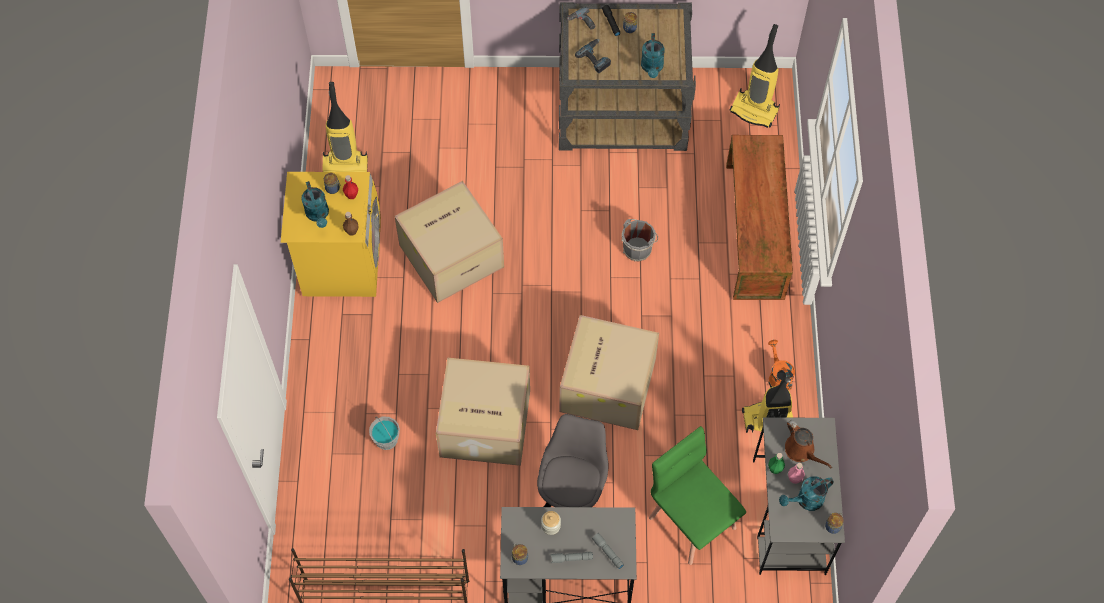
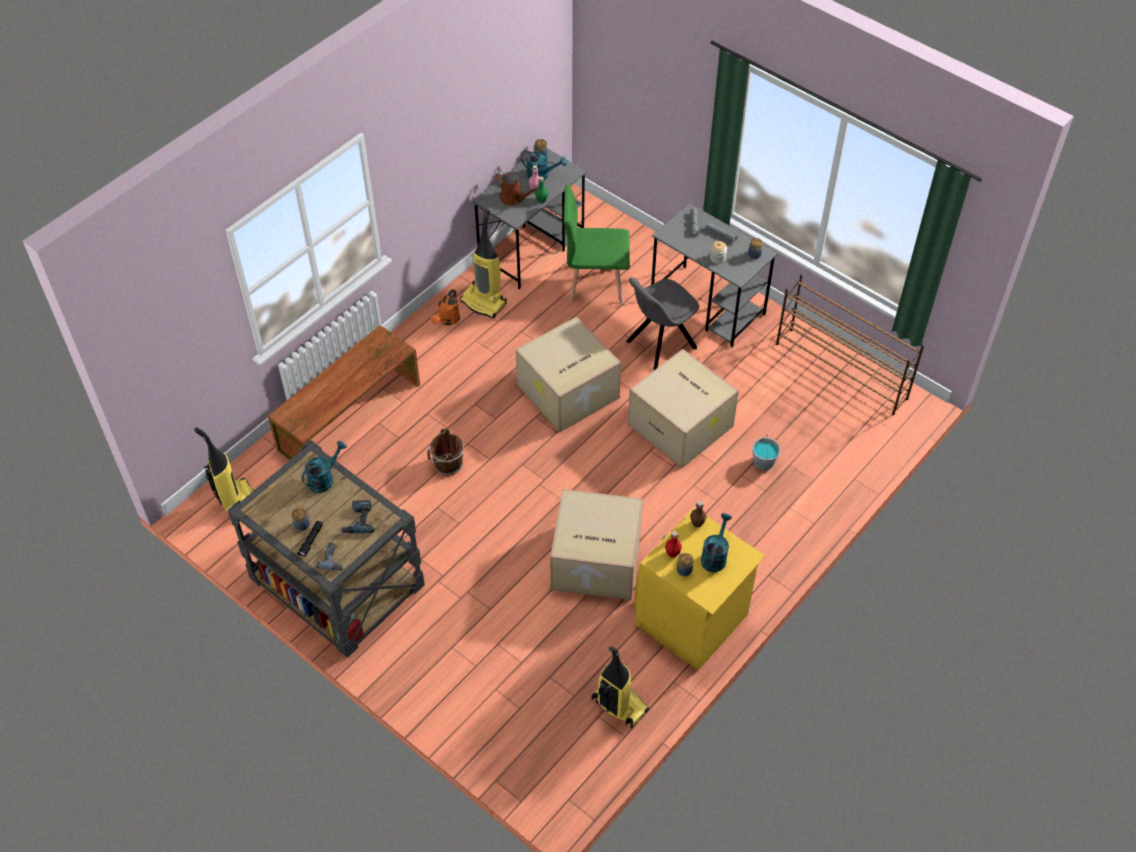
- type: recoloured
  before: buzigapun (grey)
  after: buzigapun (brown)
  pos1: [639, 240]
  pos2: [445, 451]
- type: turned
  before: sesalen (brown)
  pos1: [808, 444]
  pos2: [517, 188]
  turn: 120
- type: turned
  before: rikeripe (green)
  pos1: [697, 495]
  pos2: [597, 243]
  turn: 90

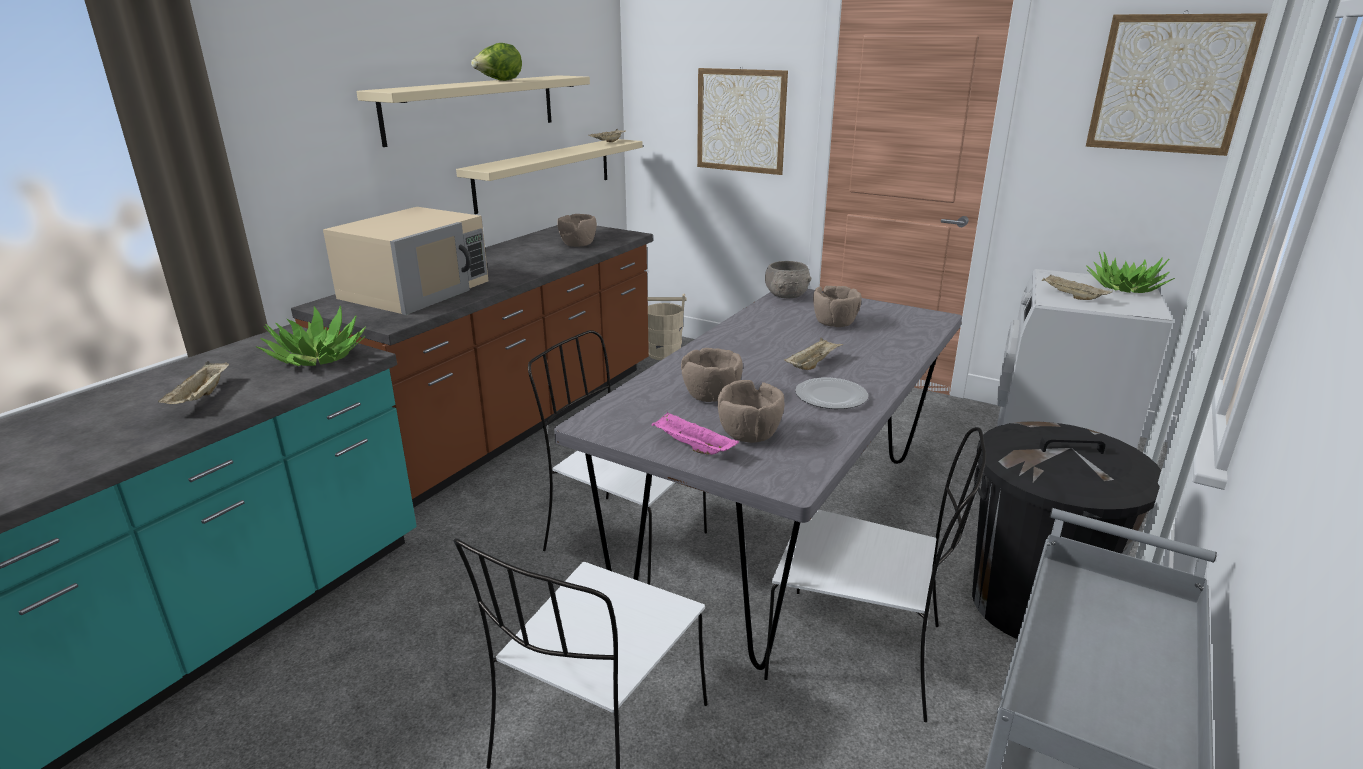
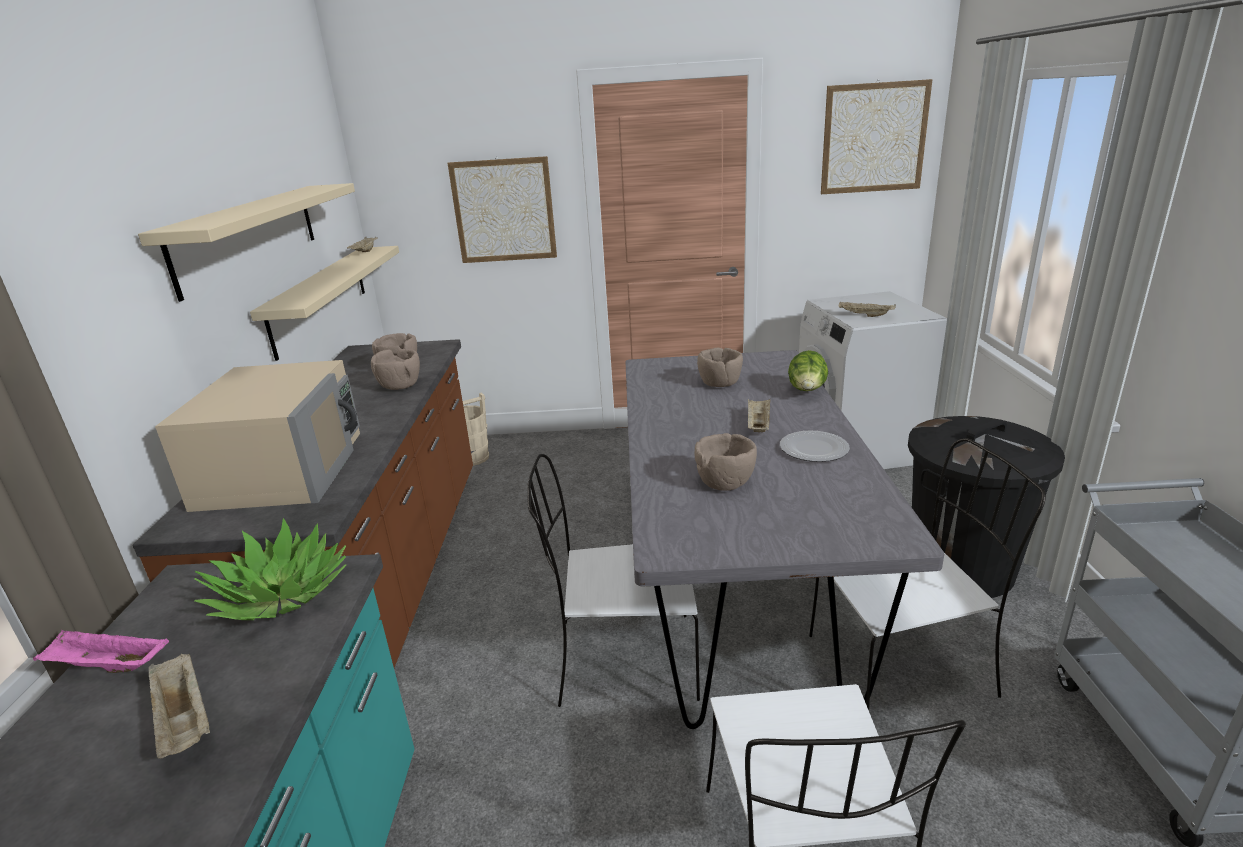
- type: moved
  before: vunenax
  pos1: [496, 62]
  pos2: [808, 370]
- type: removed
  before: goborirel
  pos1: [1130, 272]
- type: removed
  before: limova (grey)
  pos1: [788, 279]
- type: moved
  before: limova (brown)
  pos1: [751, 411]
  pos2: [395, 369]
- type: moved
  before: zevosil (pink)
  pos1: [695, 433]
  pos2: [101, 651]

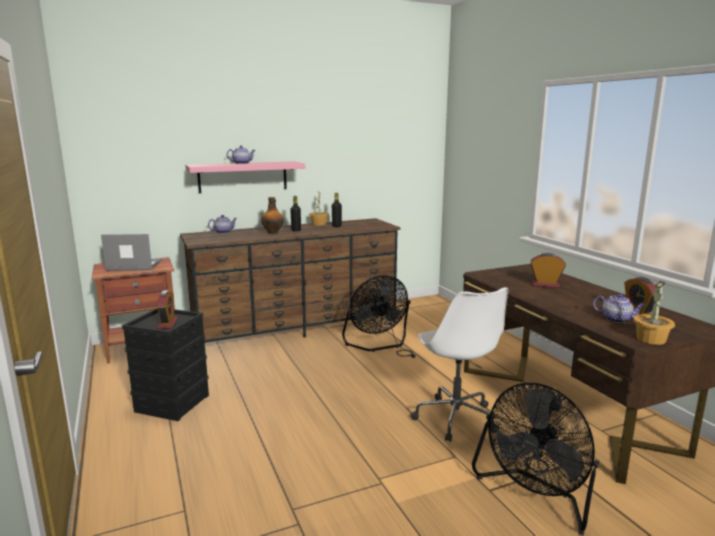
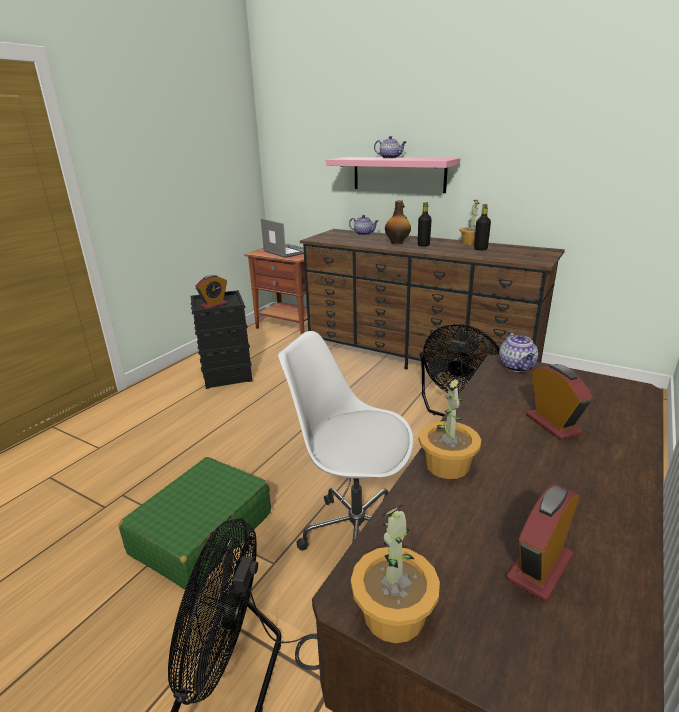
- type: turned
  before: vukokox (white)
  pos1: [459, 364]
  pos2: [346, 440]
  turn: 75
- type: moved
  before: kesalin
  pos1: [619, 308]
  pos2: [518, 351]
- type: added
  after: goborirel
  pos2: [450, 427]
- type: added
  after: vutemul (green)
  pos2: [195, 523]

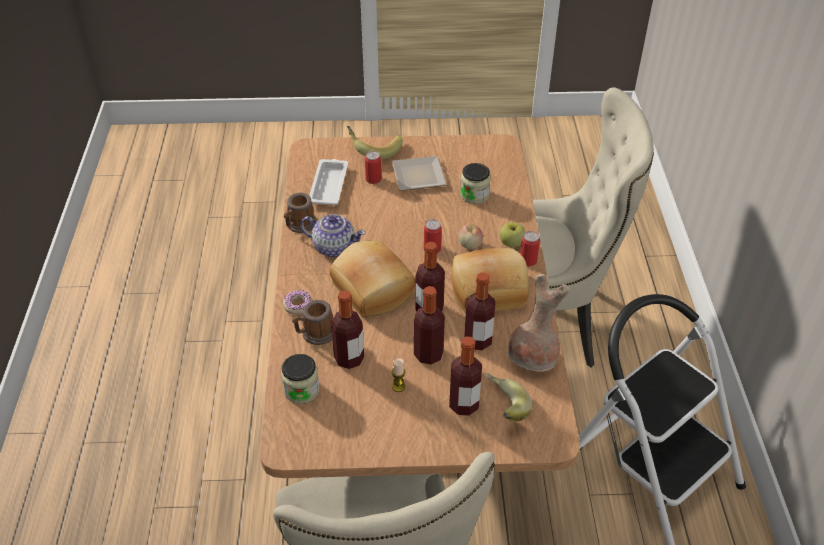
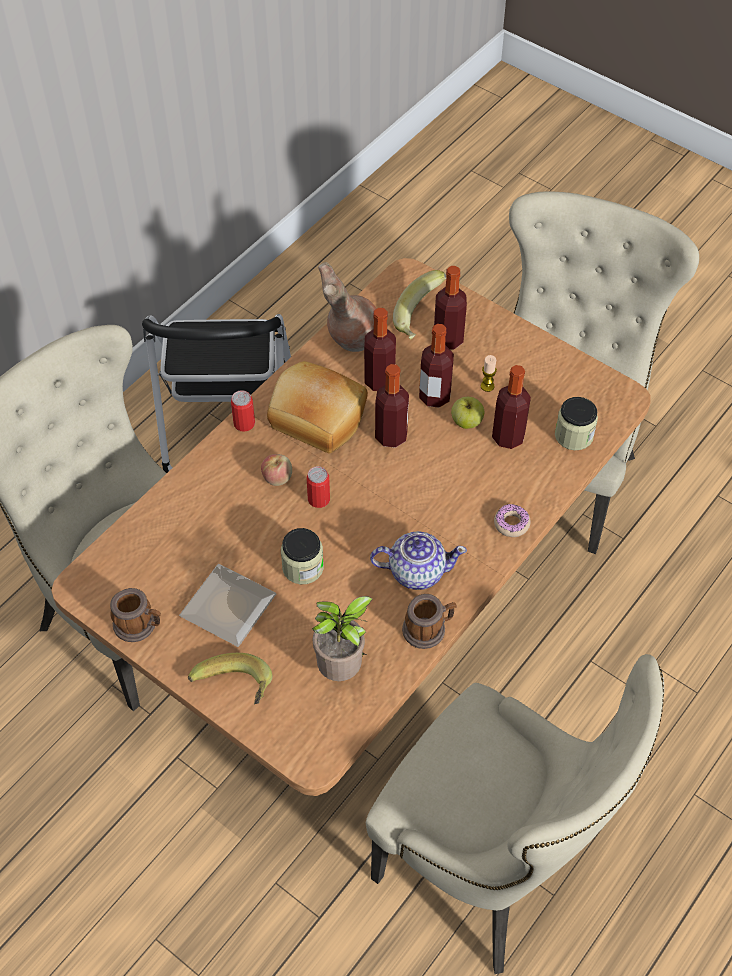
- type: removed
  before: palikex
  pos1: [373, 167]
- type: replaced
  before: zevosil (white)
  after: goborirel
  pos1: [328, 182]
  pos2: [342, 638]
- type: moved
  before: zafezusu
  pos1: [475, 183]
  pos2: [302, 556]
- type: turned
  before: kesalin
  pos1: [333, 235]
  pos2: [418, 560]
  turn: 120
- type: moved
  before: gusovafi
  pos1: [512, 234]
  pos2: [468, 413]
- type: removed
  before: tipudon
  pos1: [372, 279]
- type: moved
  before: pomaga
  pos1: [312, 322]
  pos2: [135, 615]
- type: added
  after: rikeripe (beige)
  pos2: [515, 814]

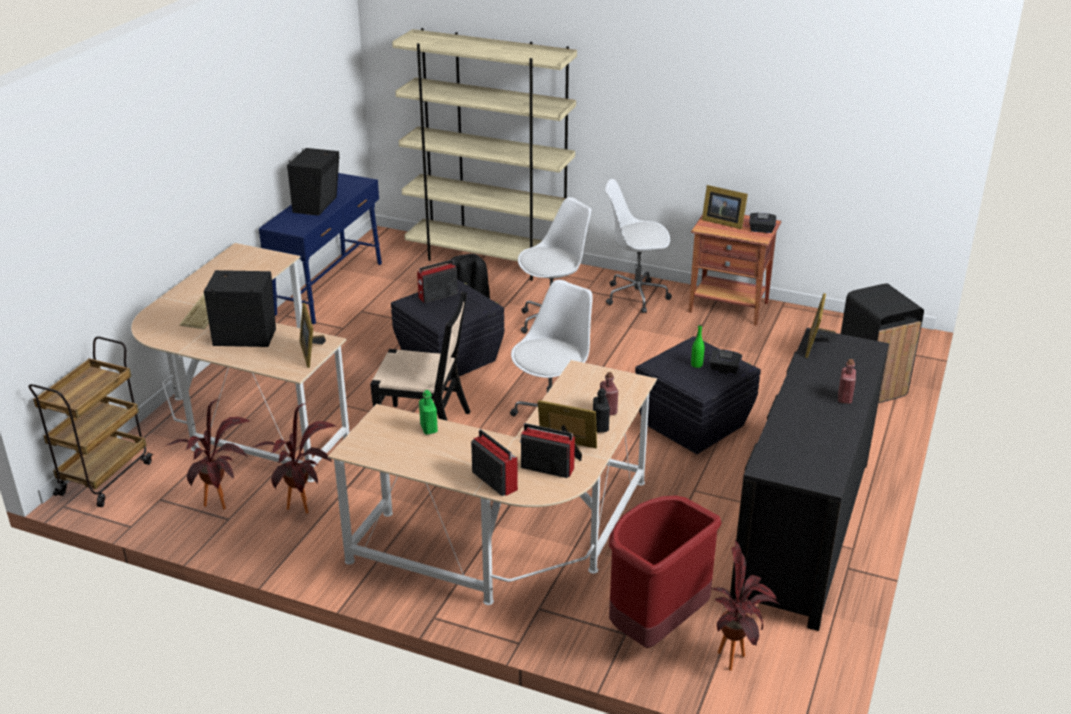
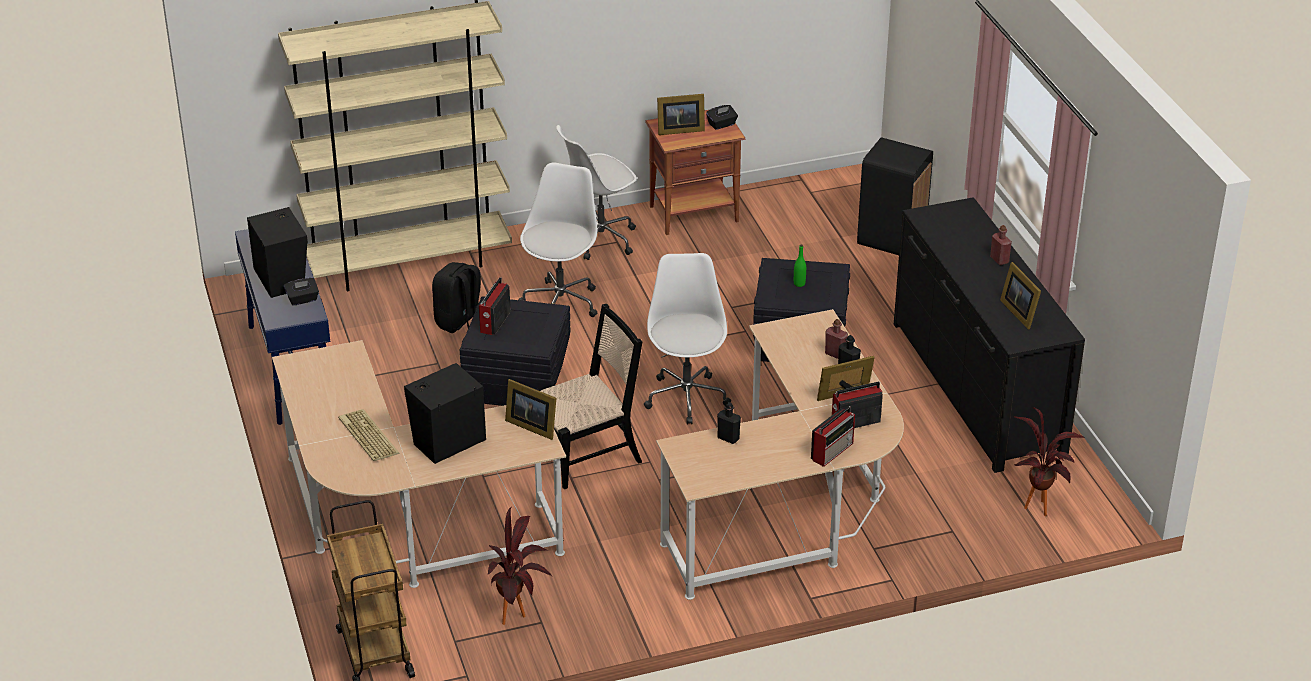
- type: moved
  before: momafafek
  pos1: [820, 325]
  pos2: [1020, 296]
- type: moved
  before: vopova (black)
  pos1: [726, 362]
  pos2: [301, 292]
- type: recoloured
  before: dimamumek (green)
  after: dimamumek (black)
  pos1: [428, 412]
  pos2: [729, 423]
- type: removed
  before: goborirel
  pos1: [295, 458]
- type: turned
  before: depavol
  pos1: [494, 462]
  pos2: [833, 436]
  turn: 120
- type: removed
  before: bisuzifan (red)
  pos1: [665, 571]

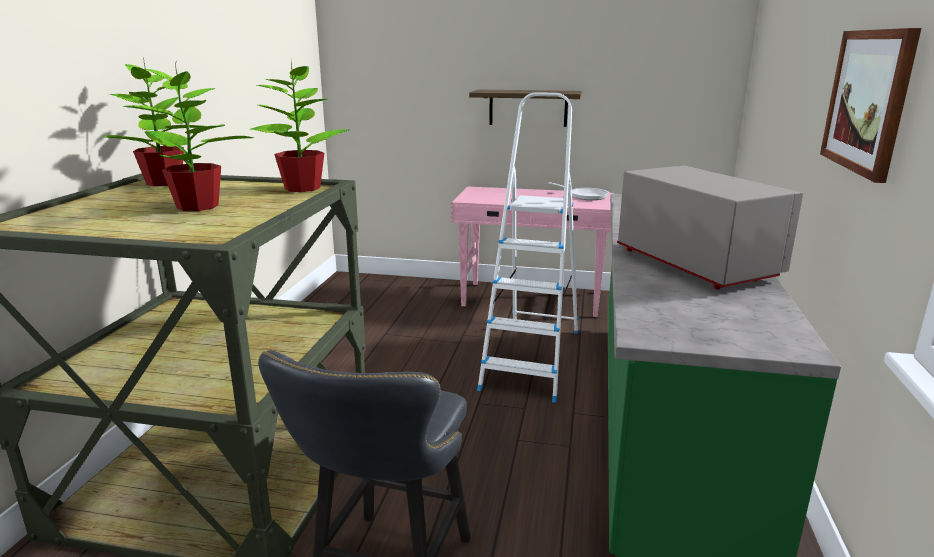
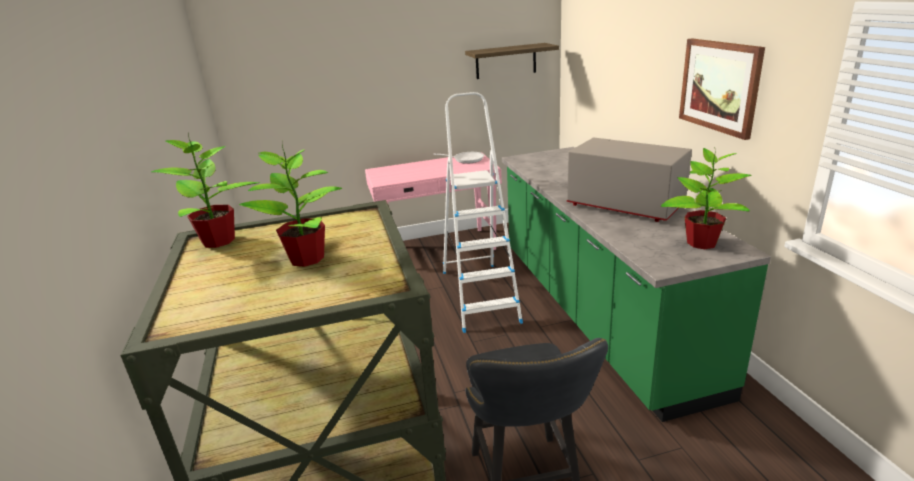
- type: moved
  before: goborirel
  pos1: [299, 127]
  pos2: [706, 198]
- type: moved
  before: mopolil
  pos1: [525, 108]
  pos2: [512, 61]

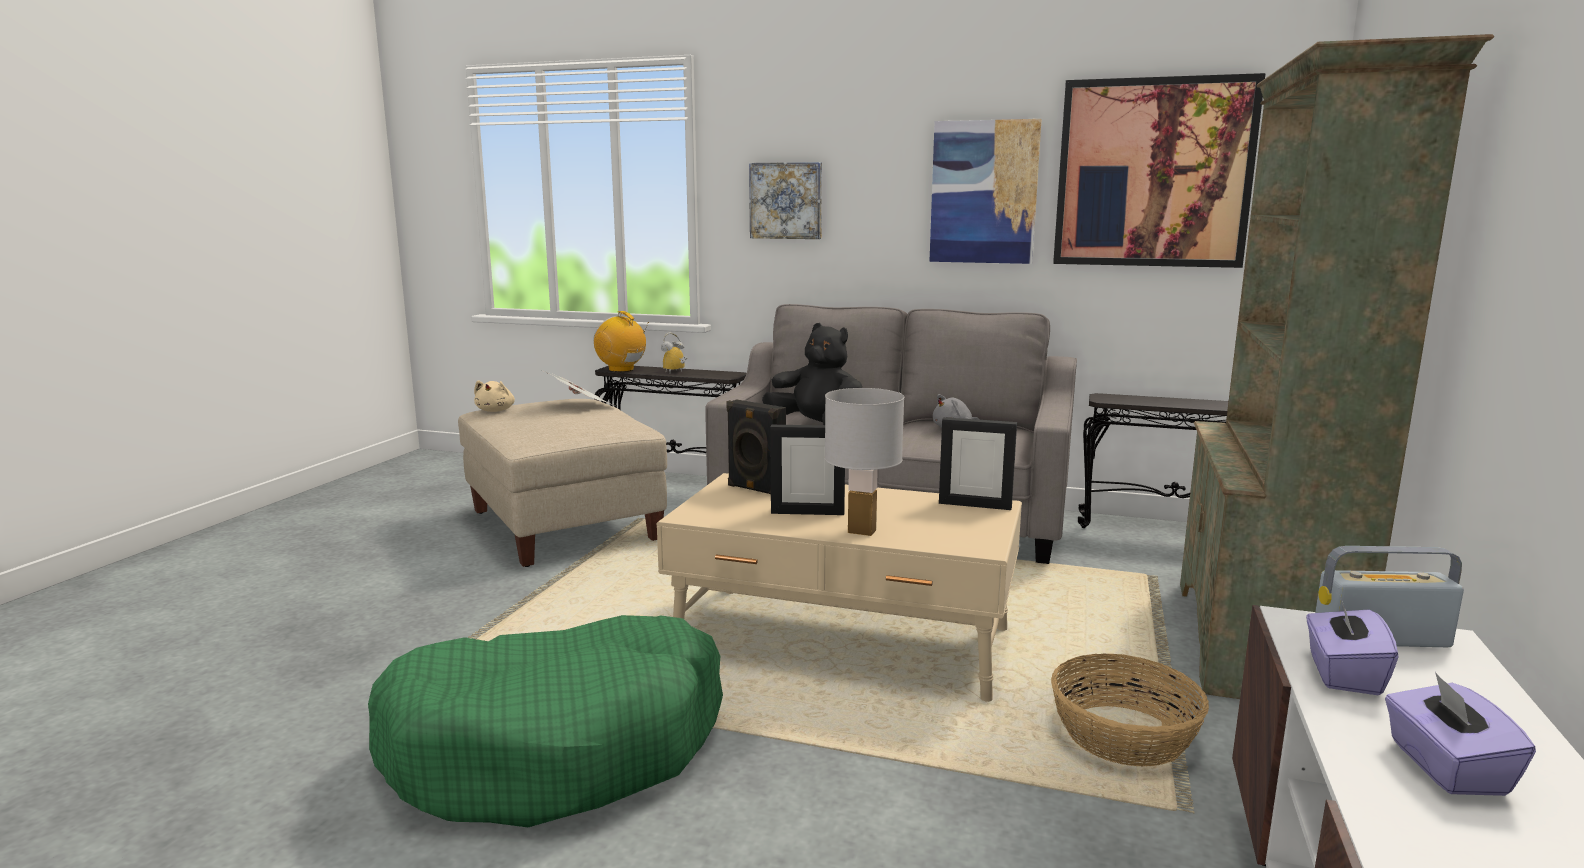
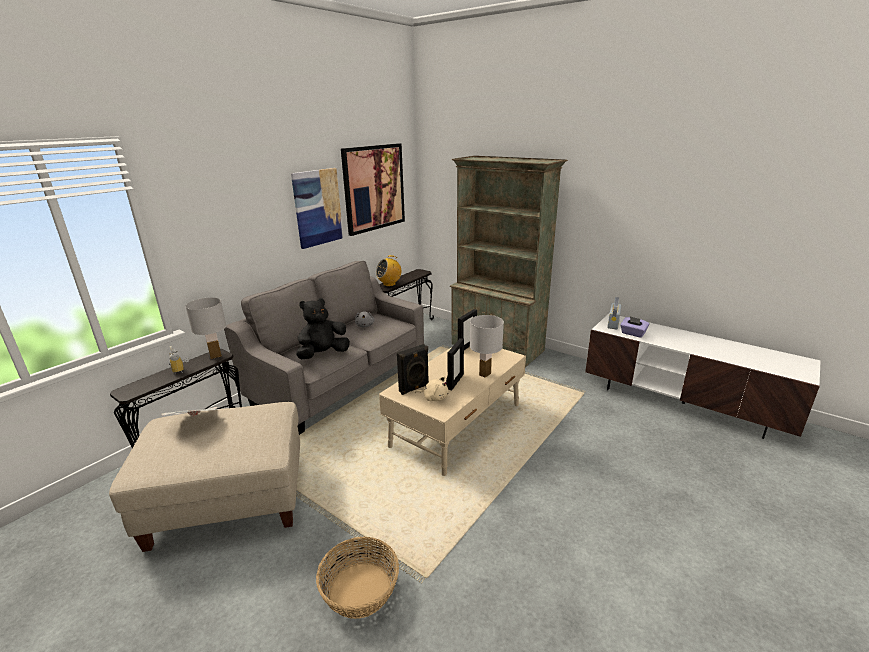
- type: removed
  before: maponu
  pos1: [785, 200]
- type: moved
  before: depavol
  pos1: [621, 341]
  pos2: [389, 270]
- type: moved
  before: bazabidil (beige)
  pos1: [494, 396]
  pos2: [432, 388]
- type: removed
  before: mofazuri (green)
  pos1: [545, 721]
- type: moved
  before: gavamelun
  pos1: [1130, 710]
  pos2: [357, 578]
- type: removed
  before: vopova (purple)
  pos1: [1460, 734]
- type: added
  after: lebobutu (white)
  pos2: [205, 328]

